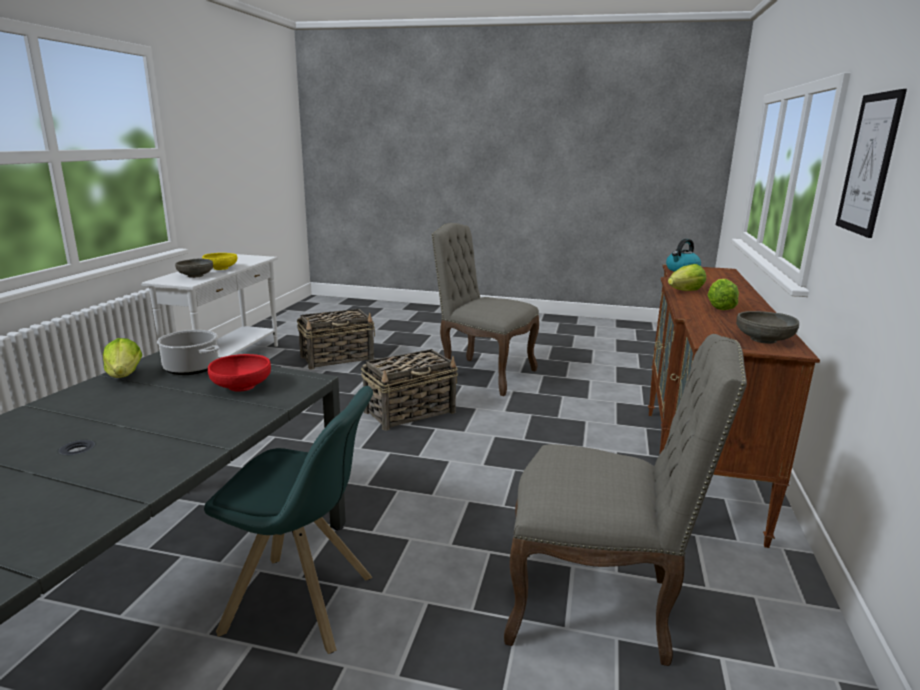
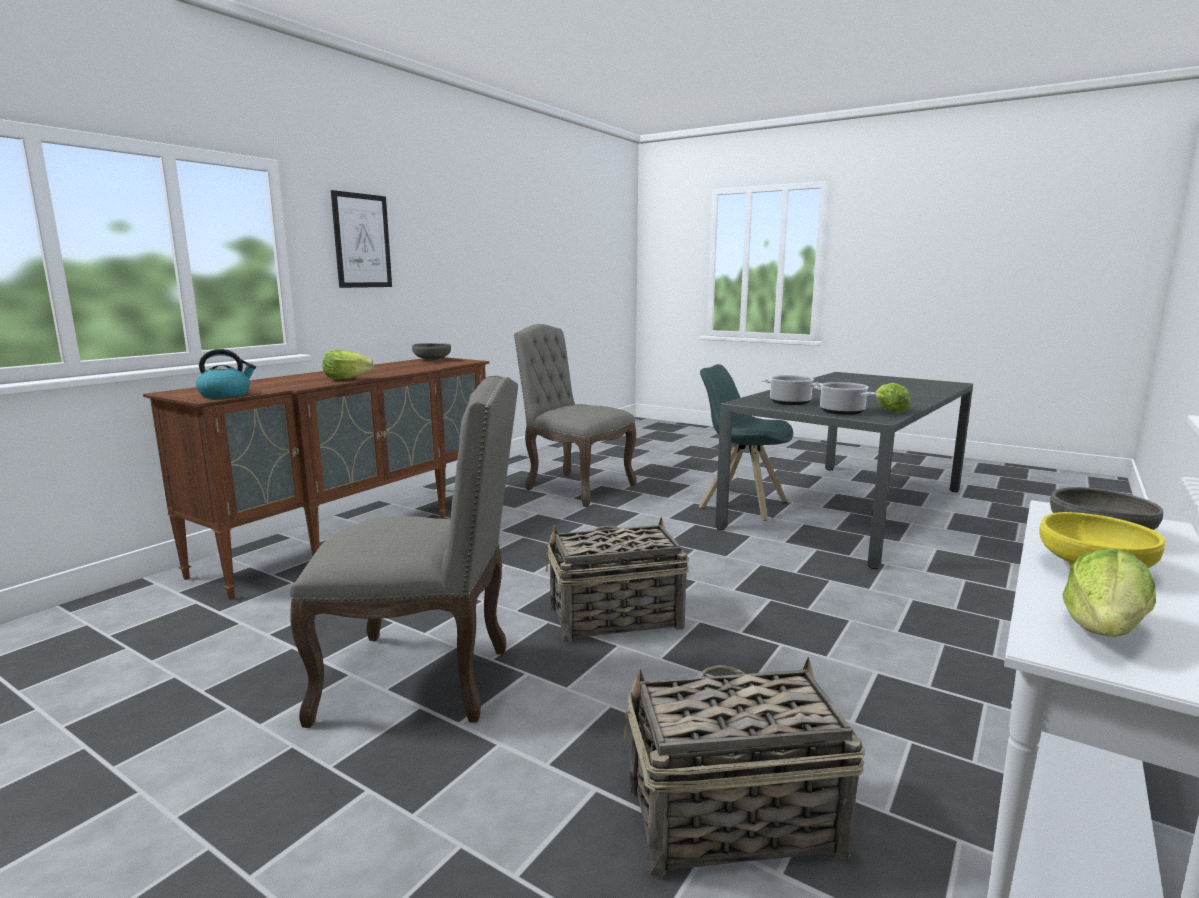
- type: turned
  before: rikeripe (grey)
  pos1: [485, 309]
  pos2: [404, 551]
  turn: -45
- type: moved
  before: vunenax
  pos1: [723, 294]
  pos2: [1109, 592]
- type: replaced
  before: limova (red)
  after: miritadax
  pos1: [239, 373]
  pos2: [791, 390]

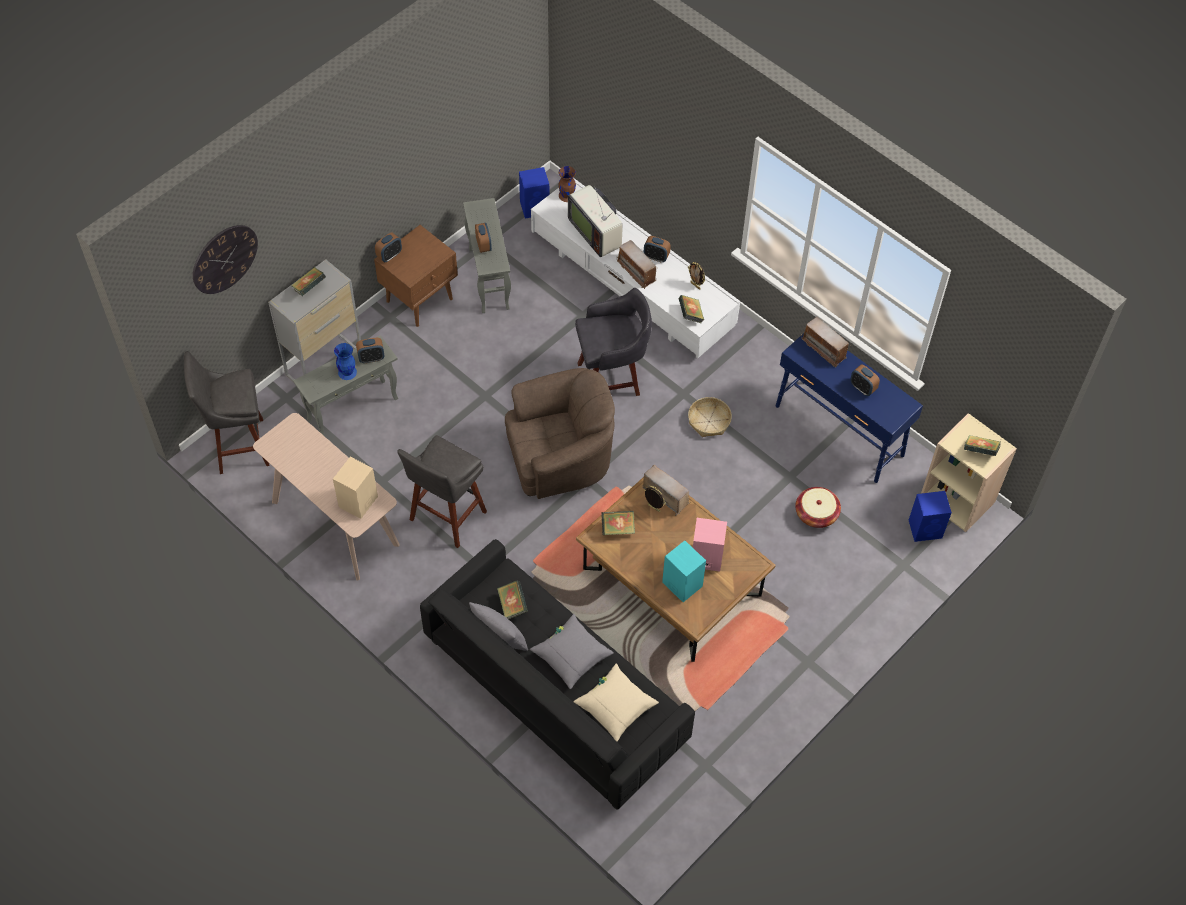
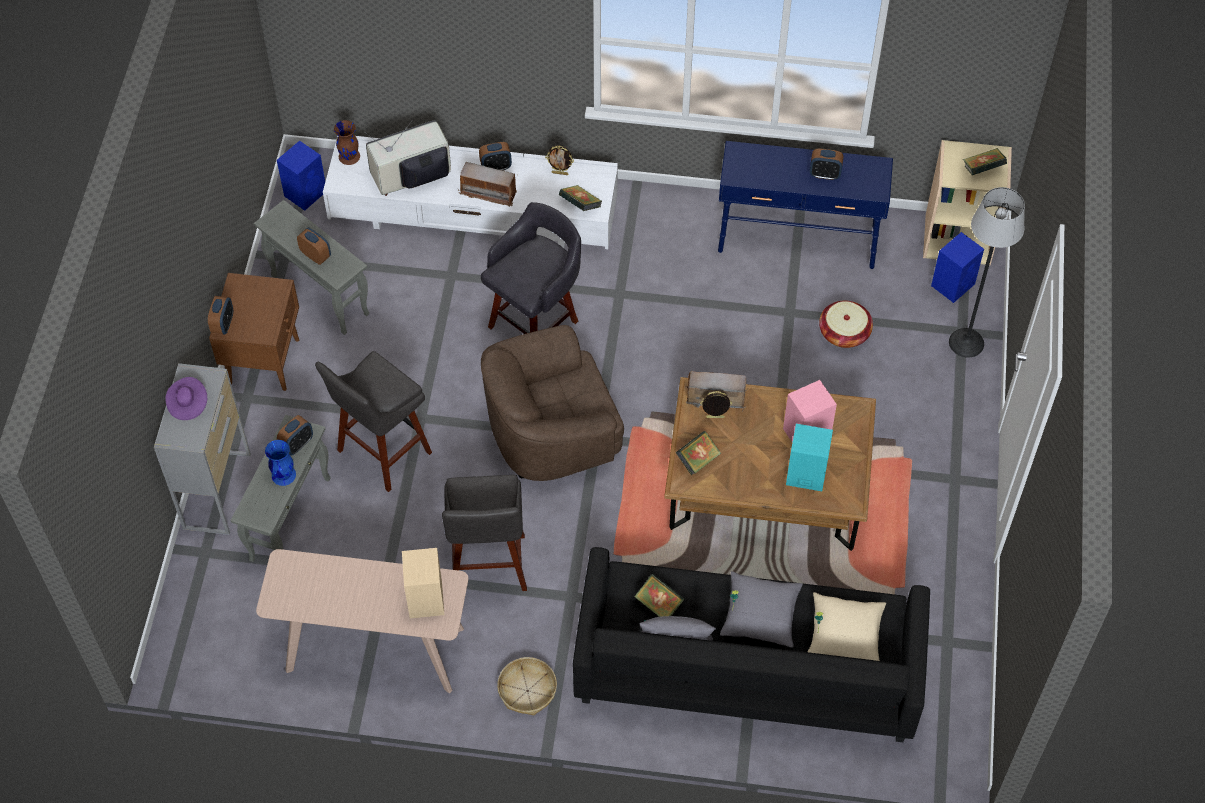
- type: turned
  before: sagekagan
  pos1: [595, 221]
  pos2: [408, 158]
  turn: 135
- type: removed
  before: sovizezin
  pos1: [225, 259]
- type: replaced
  before: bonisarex
  after: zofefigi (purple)
  pos1: [308, 281]
  pos2: [186, 398]
- type: removed
  before: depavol
  pos1: [826, 342]
- type: moved
  before: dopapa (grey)
  pos1: [227, 412]
  pos2: [373, 421]
- type: turned
  before: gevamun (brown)
  pos1: [560, 433]
  pos2: [552, 403]
  turn: -150
- type: moved
  before: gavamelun
  pos1: [710, 417]
  pos2: [527, 686]
- type: added
  after: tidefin
  pos2: [987, 272]

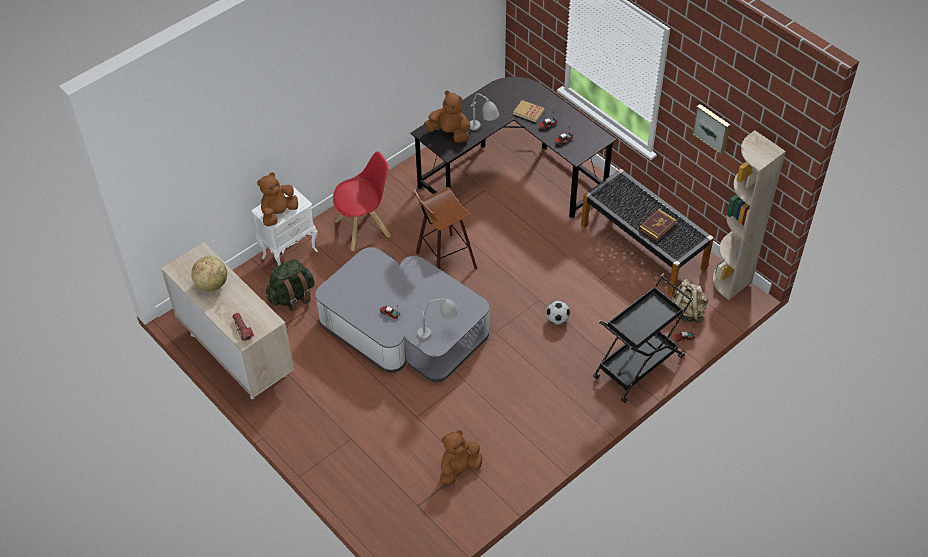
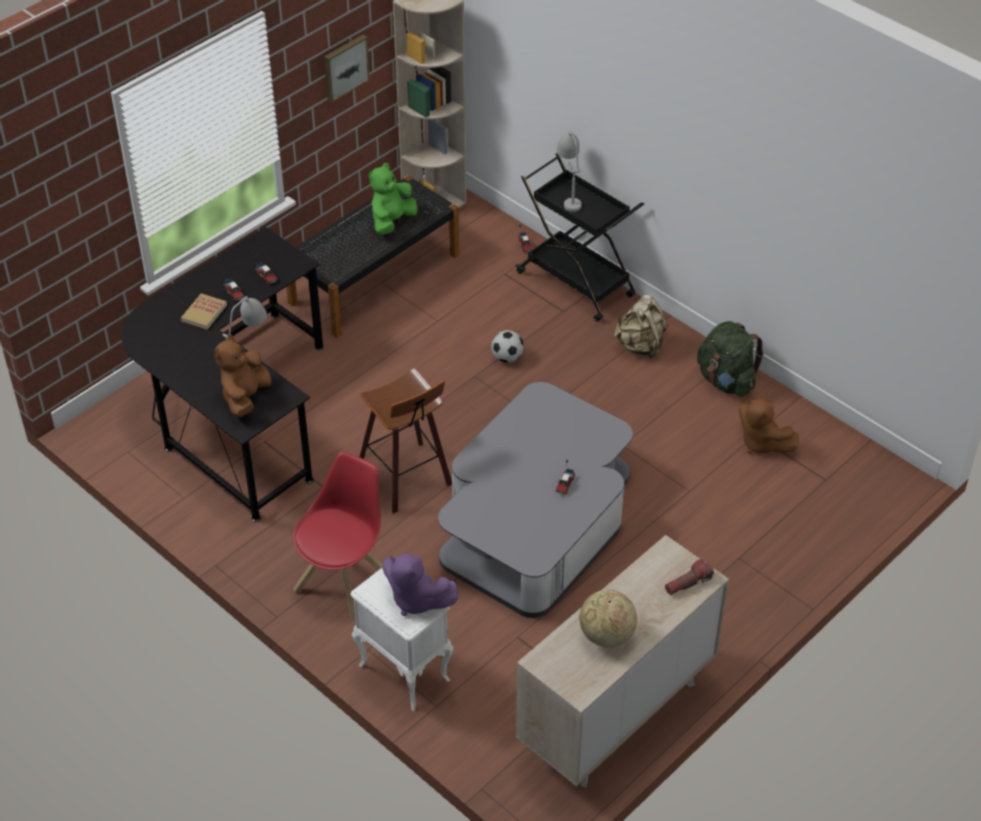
- type: turned
  before: rikeripe (red)
  pos1: [362, 201]
  pos2: [337, 536]
  turn: 60
- type: recoloured
  before: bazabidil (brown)
  after: bazabidil (purple)
  pos1: [277, 199]
  pos2: [420, 584]
- type: replaced
  before: bonisarex
  after: bazabidil (green)
  pos1: [658, 225]
  pos2: [393, 199]
- type: moved
  before: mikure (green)
  pos1: [290, 285]
  pos2: [730, 359]
- type: moved
  before: mikure (beige)
  pos1: [689, 301]
  pos2: [641, 327]
- type: moved
  before: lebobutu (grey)
  pos1: [438, 319]
  pos2: [569, 171]

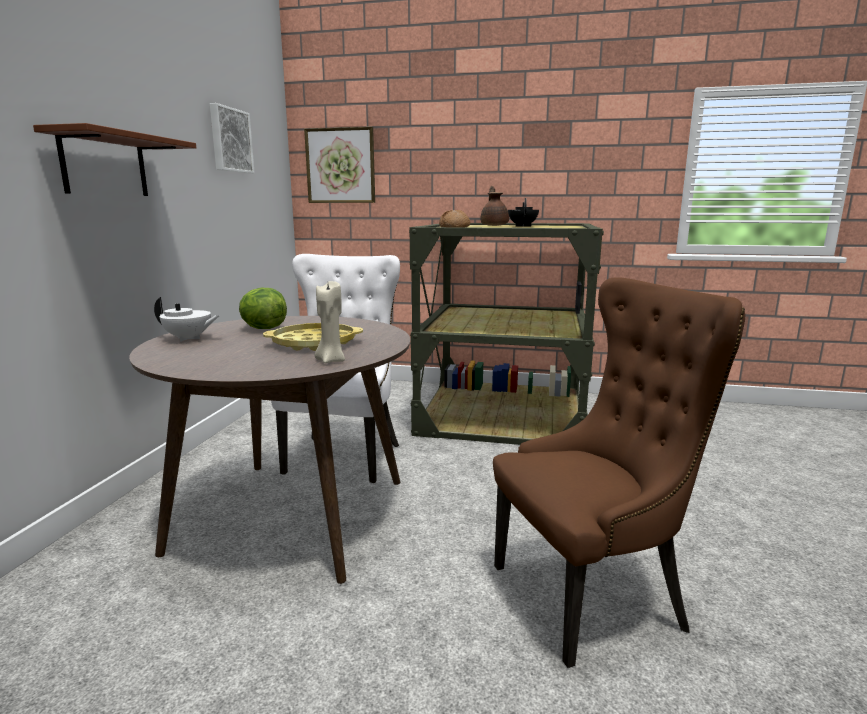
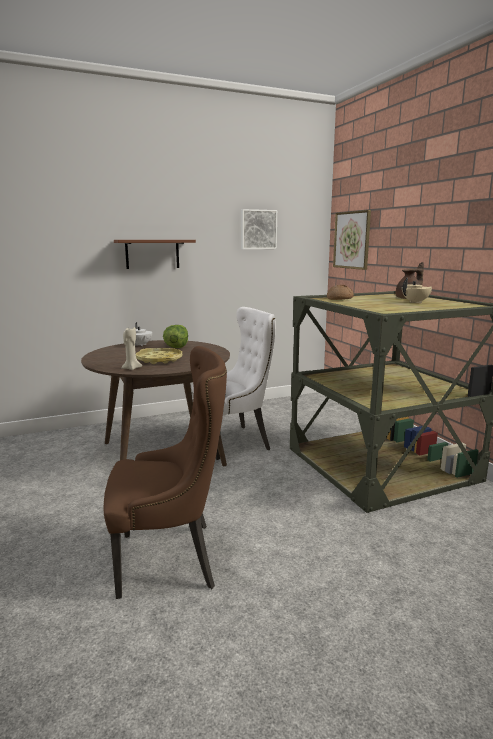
- type: recoloured
  before: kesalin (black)
  after: kesalin (beige)
  pos1: [523, 212]
  pos2: [417, 290]
- type: turned
  before: rikeripe (brown)
  pos1: [619, 472]
  pos2: [165, 472]
  turn: -45

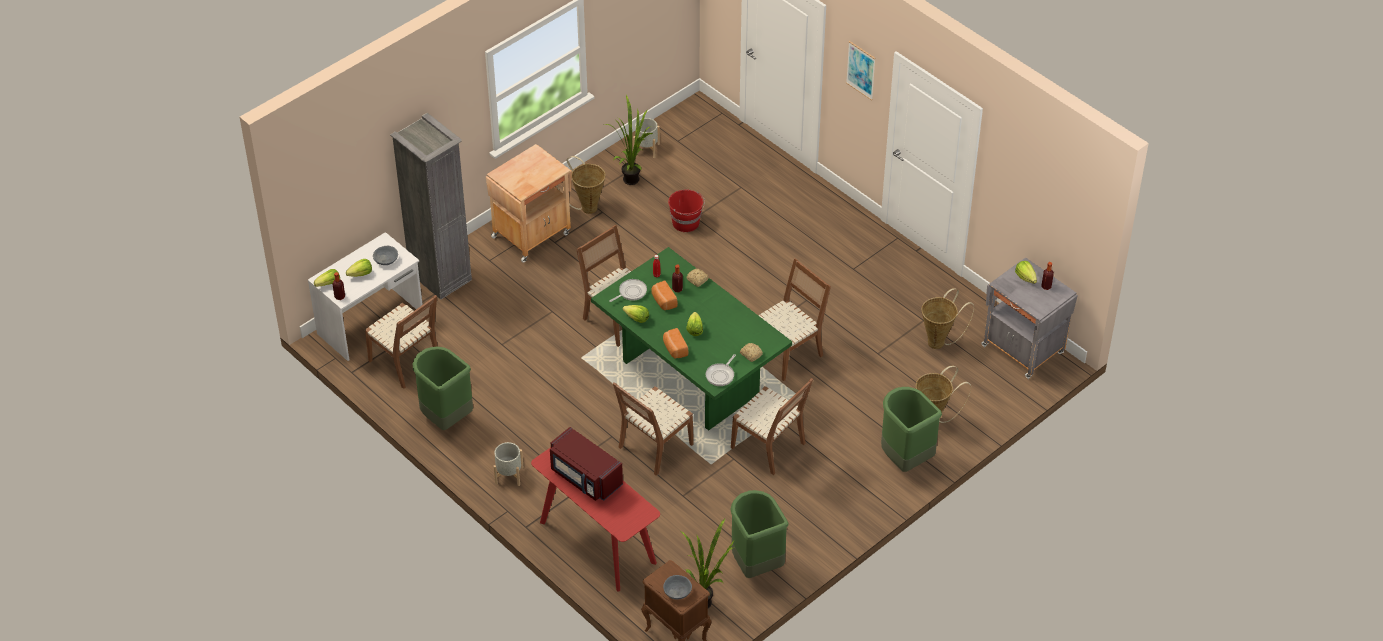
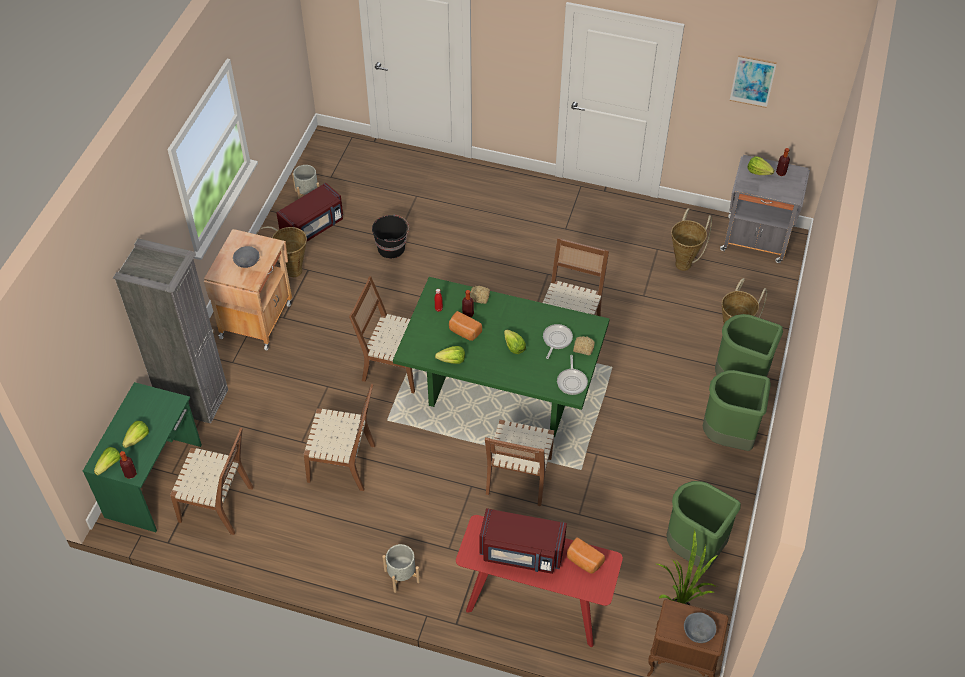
- type: moved
  before: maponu
  pos1: [861, 70]
  pos2: [753, 81]
- type: replaced
  before: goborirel
  after: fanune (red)
  pos1: [629, 140]
  pos2: [309, 212]
- type: recoloured
  before: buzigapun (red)
  after: buzigapun (black)
  pos1: [686, 211]
  pos2: [390, 236]
- type: recoloured
  before: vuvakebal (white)
  after: vuvakebal (green)
  pos1: [365, 296]
  pos2: [142, 457]
- type: moved
  before: limova (grey)
  pos1: [385, 255]
  pos2: [246, 257]
- type: moved
  before: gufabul
  pos1: [628, 290]
  pos2: [558, 341]
- type: moved
  before: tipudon
  pos1: [675, 343]
  pos2: [586, 555]
- type: moved
  before: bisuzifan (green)
  pos1: [443, 388]
  pos2: [737, 410]
- type: moved
  before: rikeripe
  pos1: [772, 426]
  pos2: [339, 437]

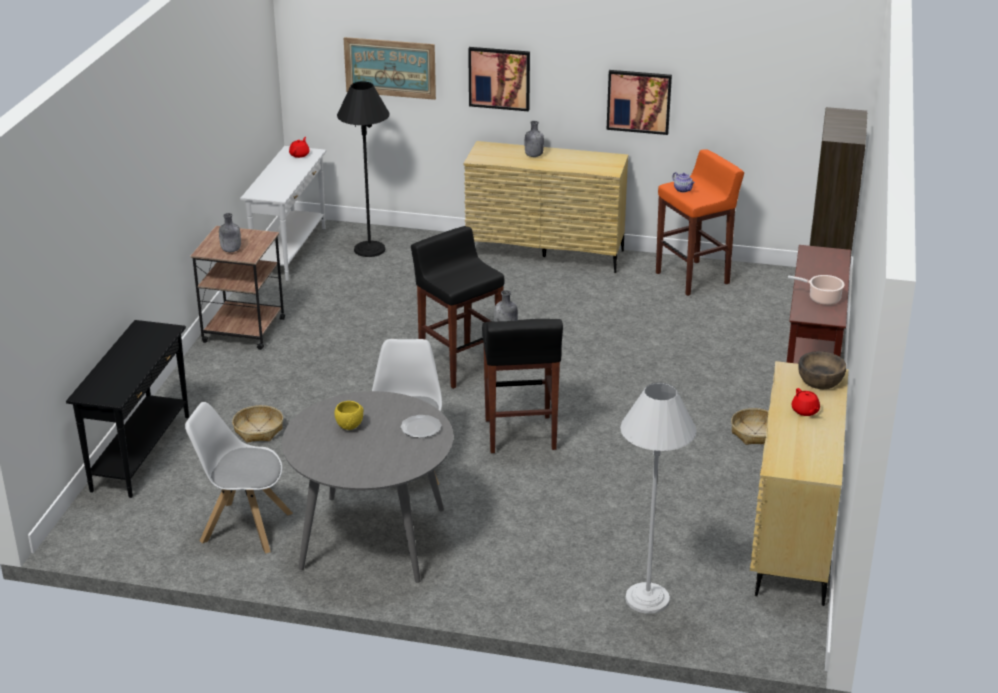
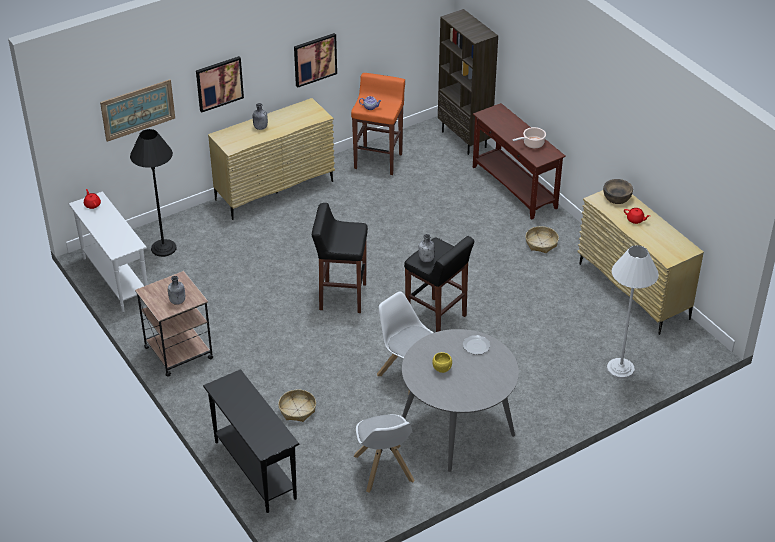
- type: turned
  before: rikeripe
  pos1: [239, 477]
  pos2: [383, 453]
  turn: -75

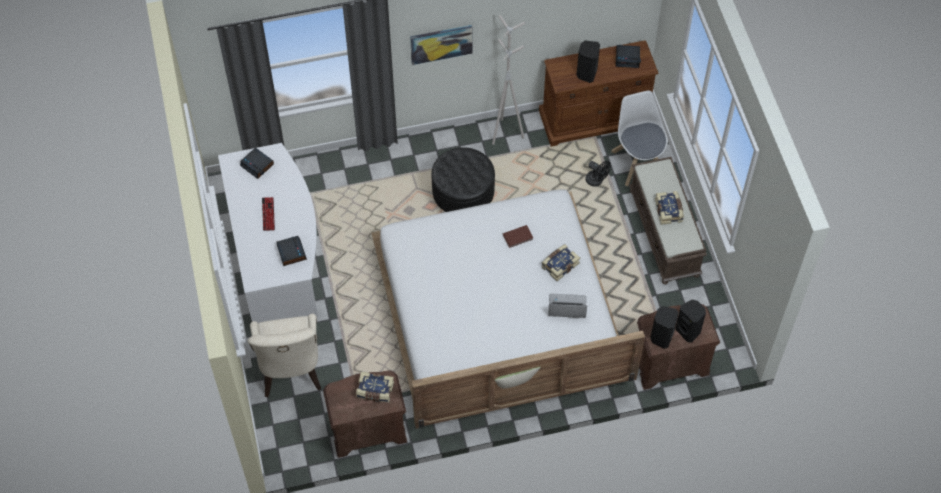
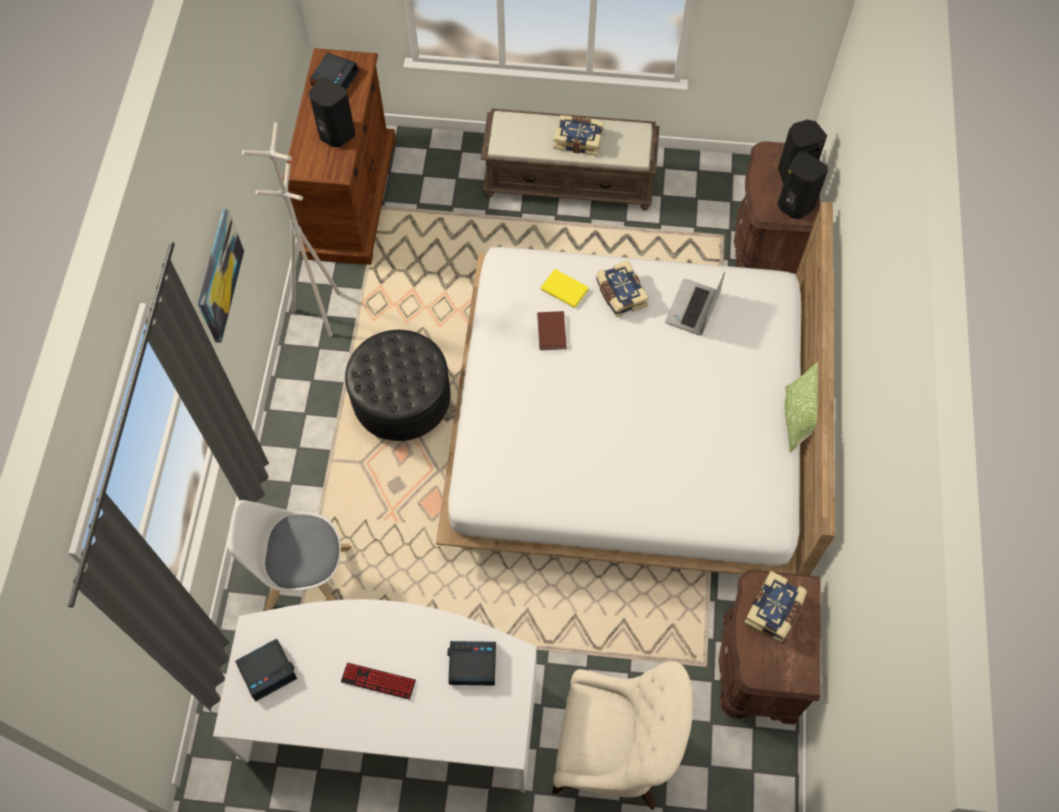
- type: moved
  before: rikeripe
  pos1: [639, 138]
  pos2: [290, 555]
- type: removed
  before: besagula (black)
  pos1: [598, 174]
- type: added
  after: bonisarex (yellow)
  pos2: [565, 288]

